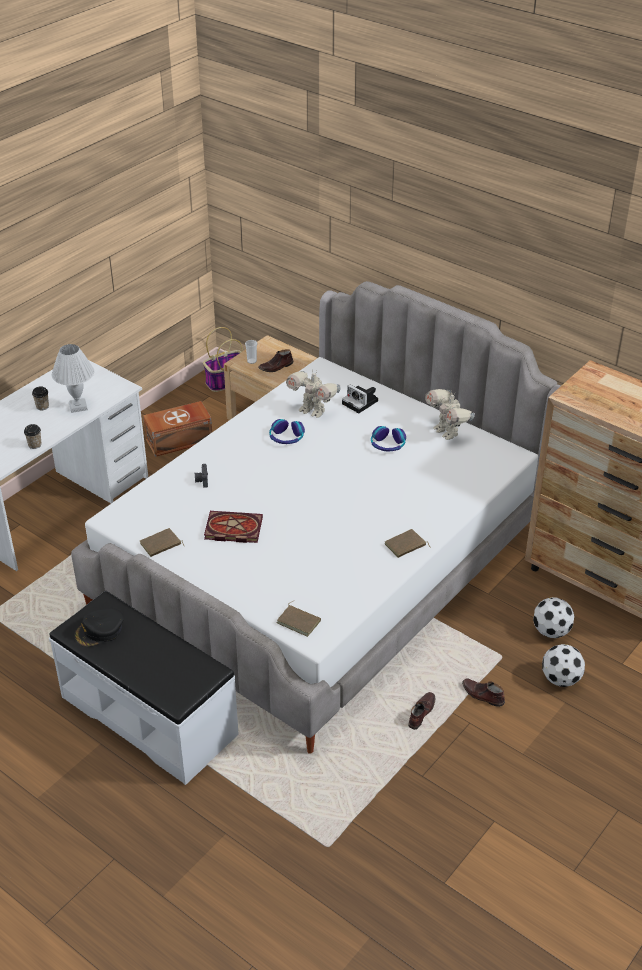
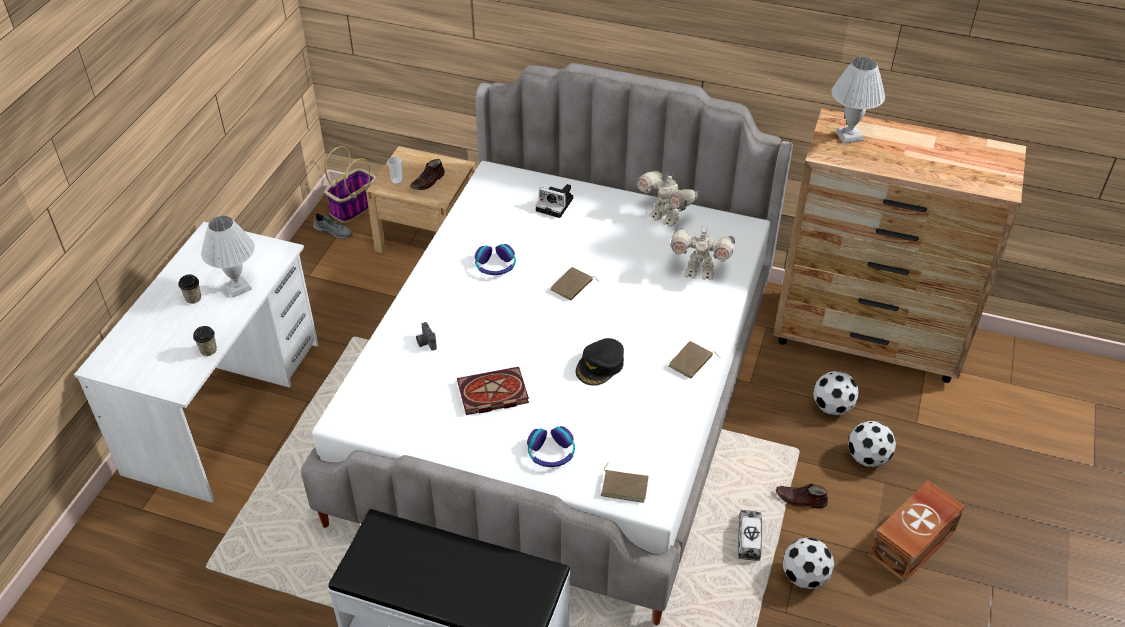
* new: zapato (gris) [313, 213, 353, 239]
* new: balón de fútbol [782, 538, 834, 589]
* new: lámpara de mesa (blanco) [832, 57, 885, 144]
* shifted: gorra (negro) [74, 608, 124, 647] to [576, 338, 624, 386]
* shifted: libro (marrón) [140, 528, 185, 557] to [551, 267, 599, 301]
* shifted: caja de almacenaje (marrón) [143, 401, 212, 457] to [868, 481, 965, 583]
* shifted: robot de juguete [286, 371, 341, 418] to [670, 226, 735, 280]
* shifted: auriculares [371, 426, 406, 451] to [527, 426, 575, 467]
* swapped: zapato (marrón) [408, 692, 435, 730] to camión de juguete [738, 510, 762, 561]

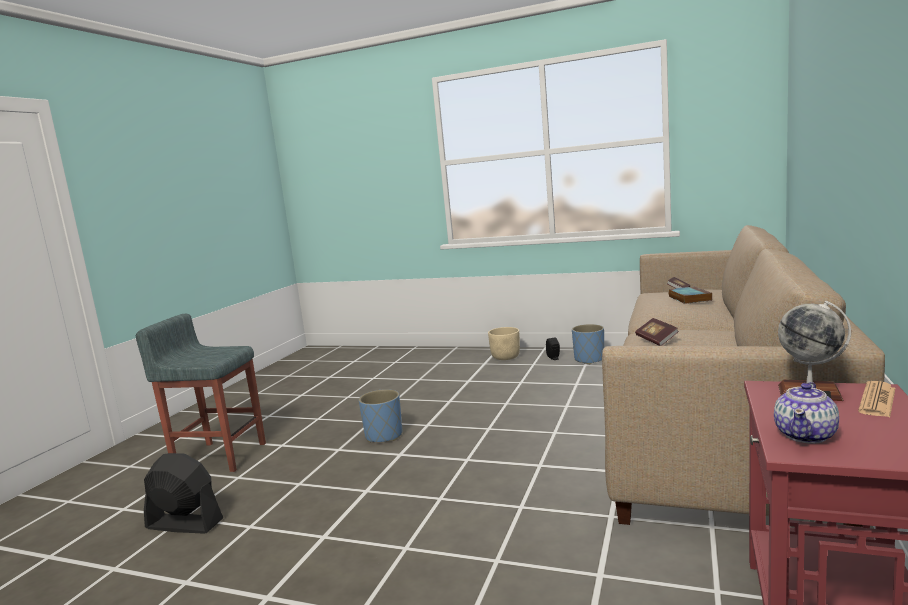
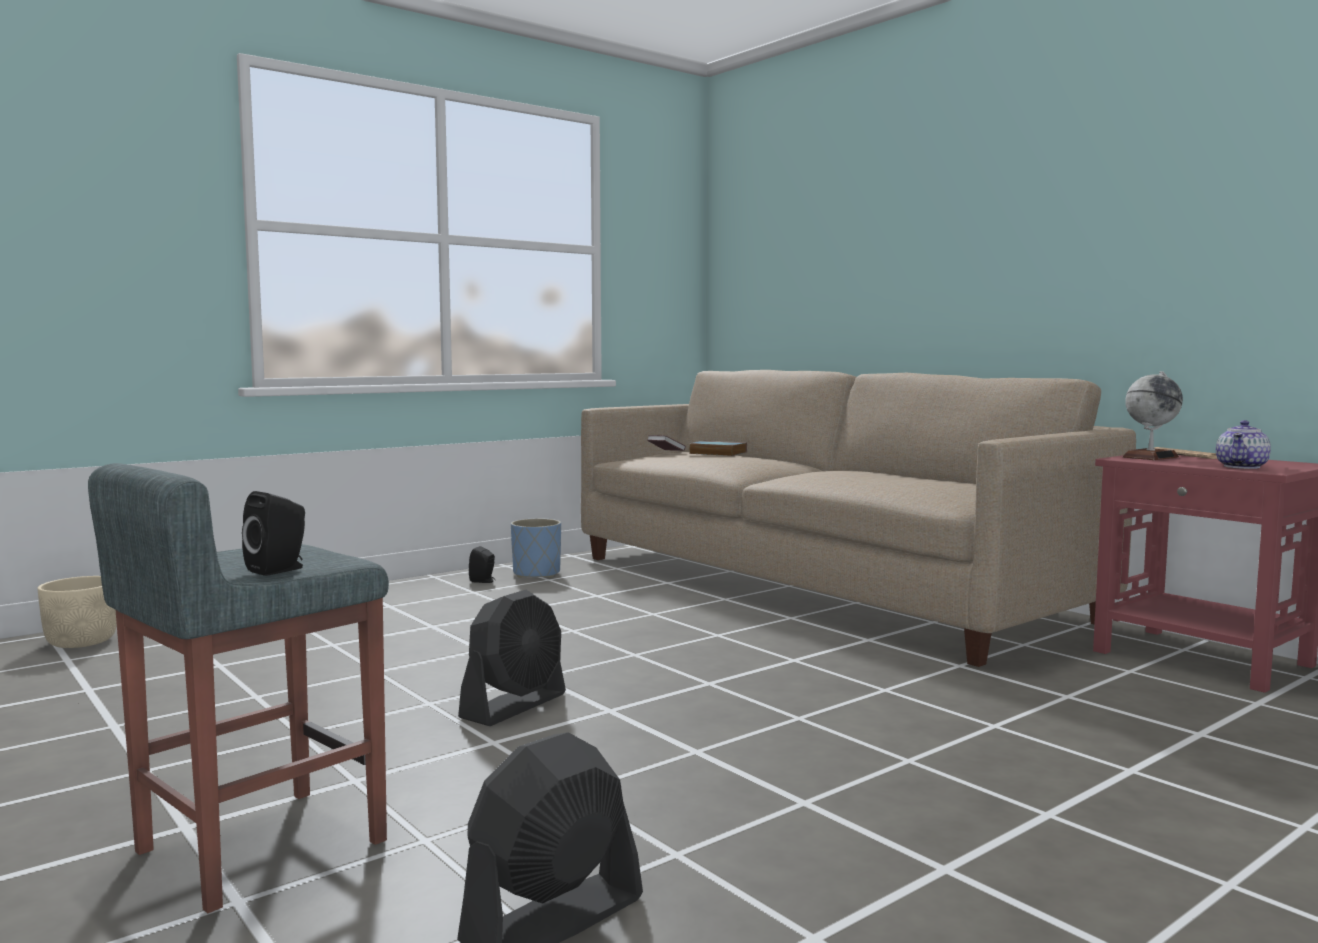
* gone: libro [635, 318, 679, 346]
* new: altavoz (negro) [242, 491, 305, 576]
* shifted: maceta (beis) [488, 327, 520, 360] to [37, 576, 117, 648]
* swapped: maceta (azul) [359, 389, 402, 443] to ventilador (negro) [458, 590, 566, 726]
* rotated: tetera [774, 382, 839, 444] = [1216, 420, 1271, 469] 60 degrees clockwise

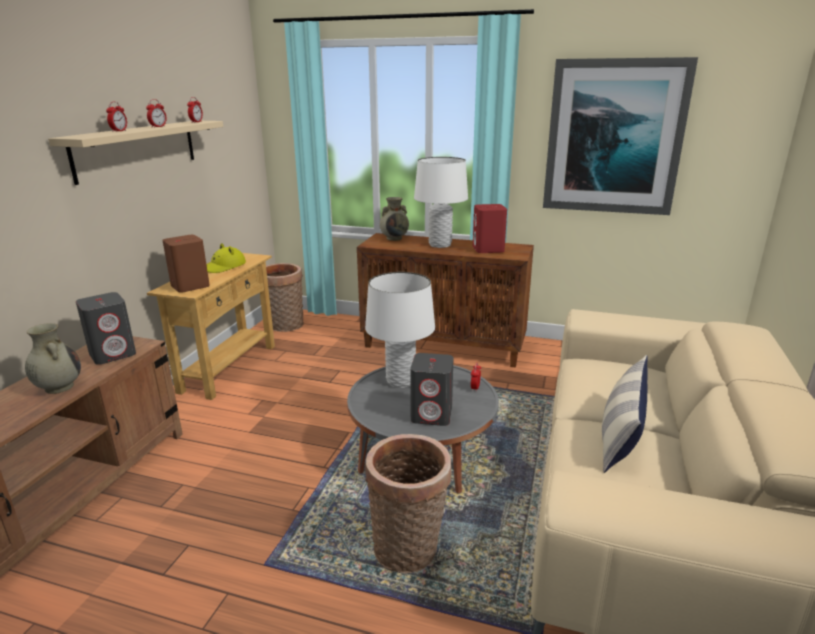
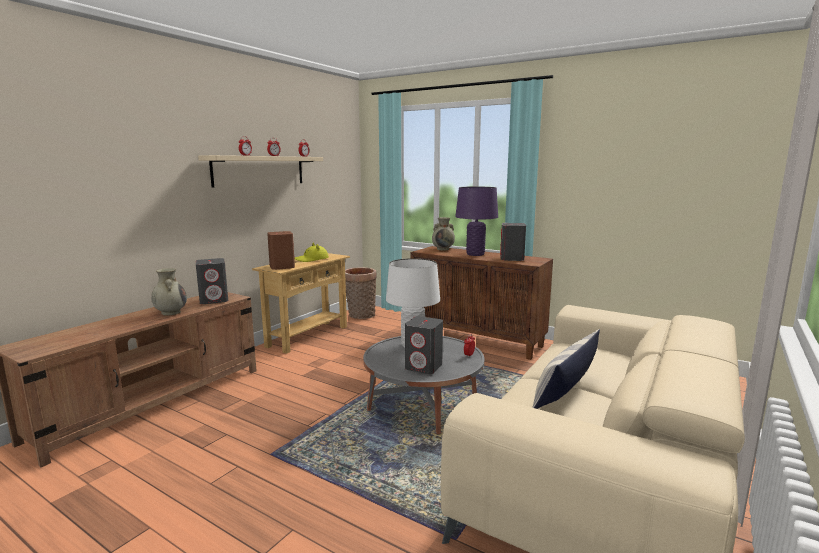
* gone: cesta [365, 434, 451, 573]
* gone: cuadro [543, 57, 698, 215]
* repainted: lámpara de mesa (blanco) [414, 157, 468, 248] to lámpara de mesa (morado) [455, 187, 498, 256]
* repainted: altavoz (rojo) [473, 204, 507, 253] to altavoz (gris) [500, 223, 526, 261]

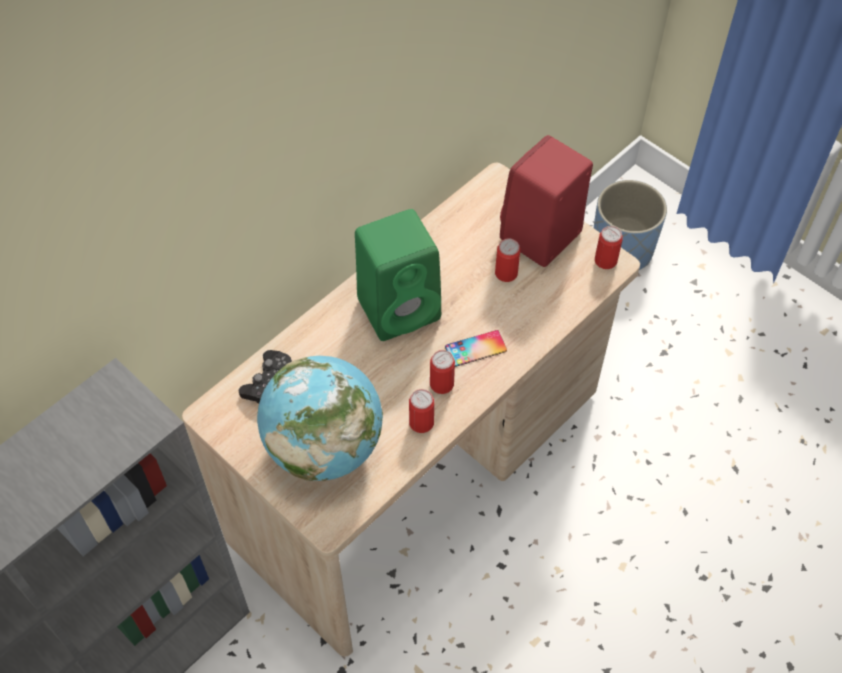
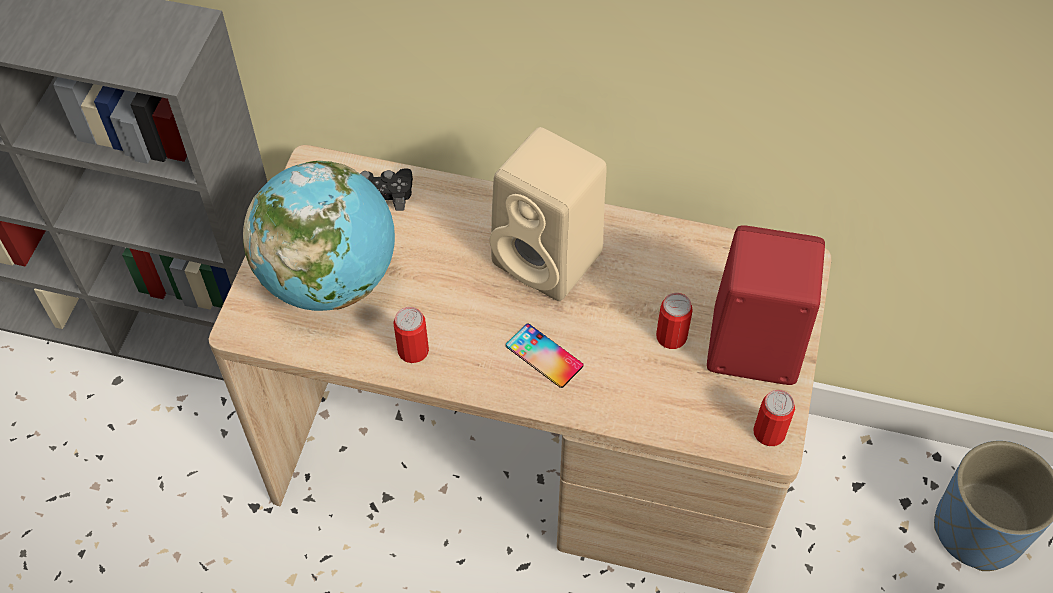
* gone: lata [430, 350, 455, 394]
* repainted: altavoz (verde) [355, 209, 441, 341] to altavoz (beis) [490, 127, 607, 301]

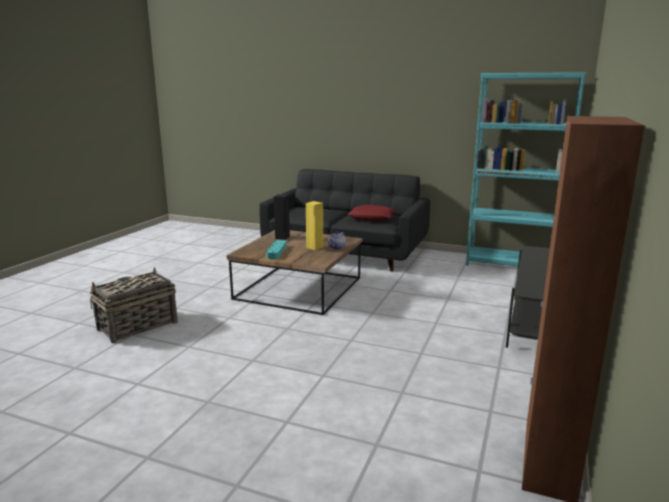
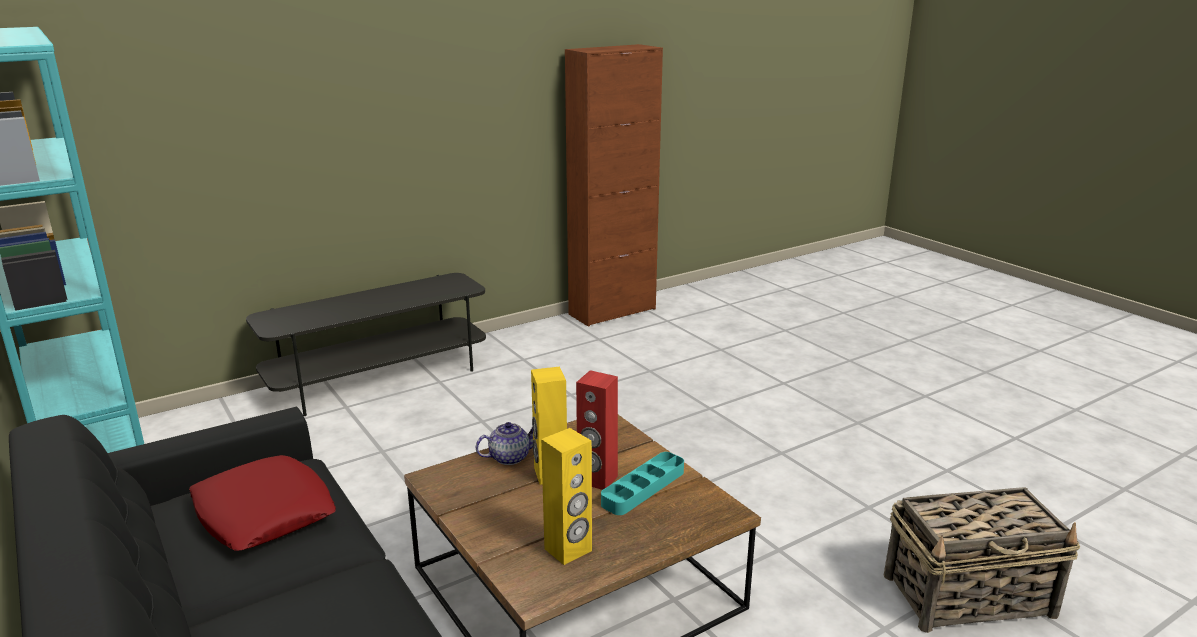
* new: altavoz (rojo) [576, 370, 618, 490]
* repainted: altavoz (negro) [274, 194, 290, 240] to altavoz (amarillo) [541, 428, 592, 565]

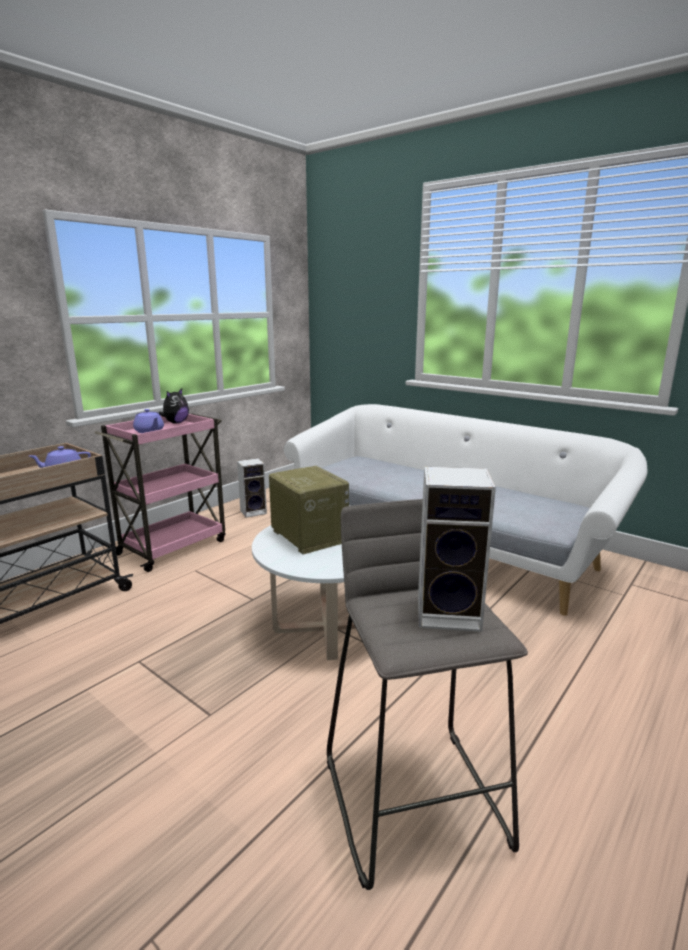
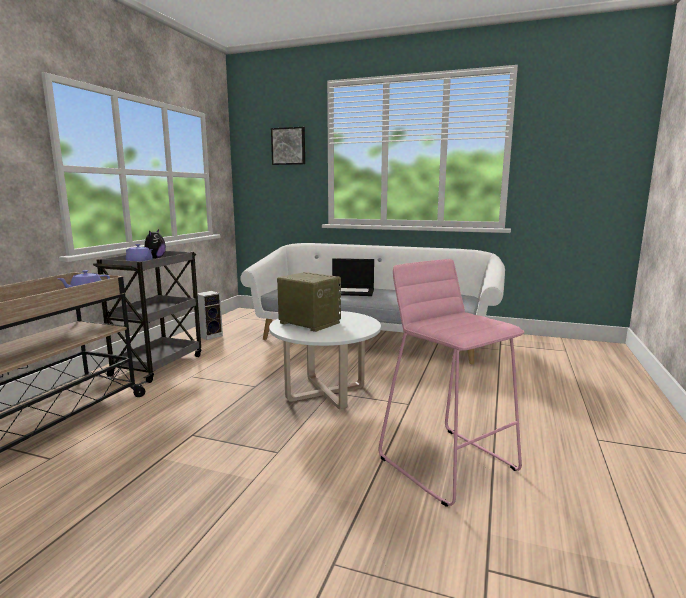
* gone: altavoz [418, 466, 496, 632]
* new: cuadro [271, 127, 305, 165]
* new: portátil [332, 258, 374, 296]
* repainted: carrito (rosa) [95, 413, 225, 572] to carrito (gris) [93, 251, 201, 383]
* repainted: taburete (gris) [327, 499, 528, 890] to taburete (rosa) [379, 259, 525, 507]

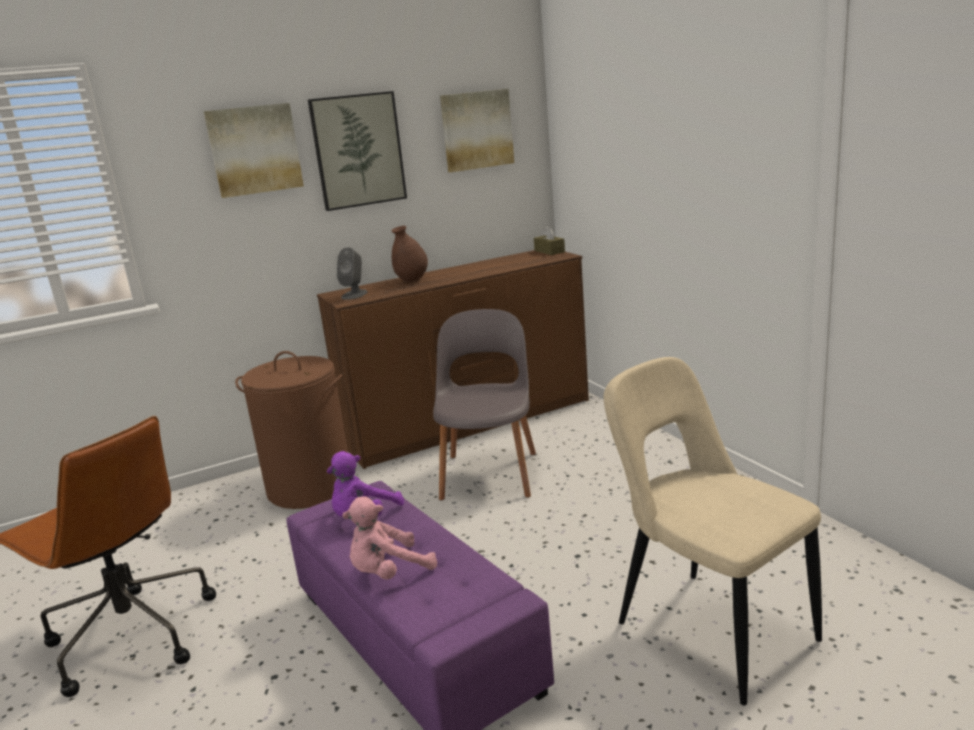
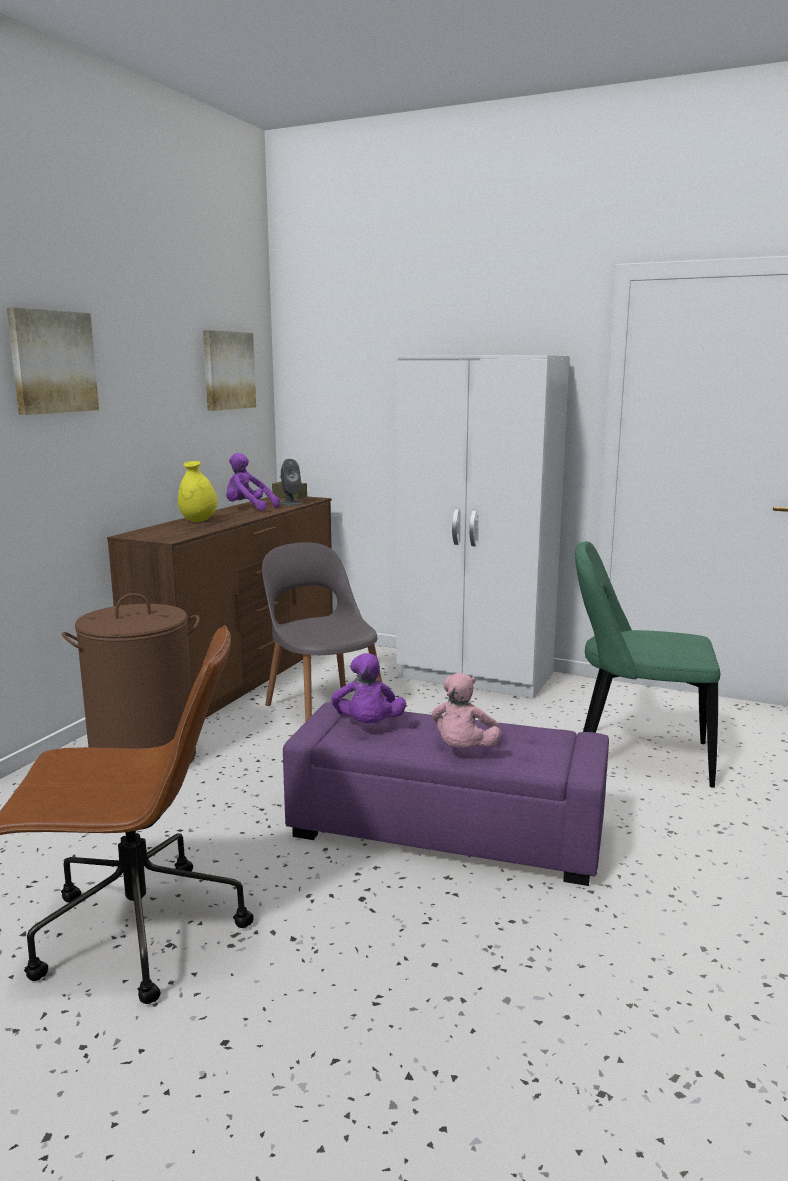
* gone: cuadro [308, 91, 407, 211]
* new: peluche (morado) [226, 453, 280, 511]
* new: armario ropero (blanco) [396, 355, 569, 699]
* shifted: altavoz (gris) [337, 247, 368, 300] to [280, 459, 302, 506]
* repainted: florero (marrón) [391, 226, 428, 282] to florero (amarillo) [178, 461, 218, 522]
* repainted: silla (beis) [604, 357, 822, 705] to silla (verde) [575, 541, 720, 788]

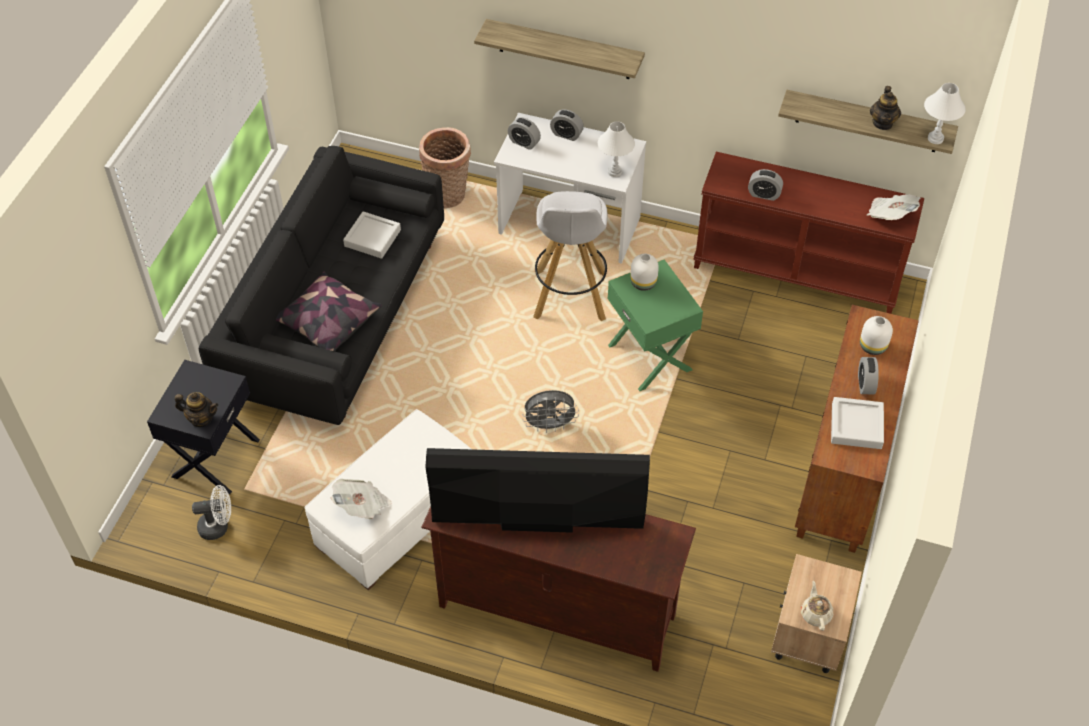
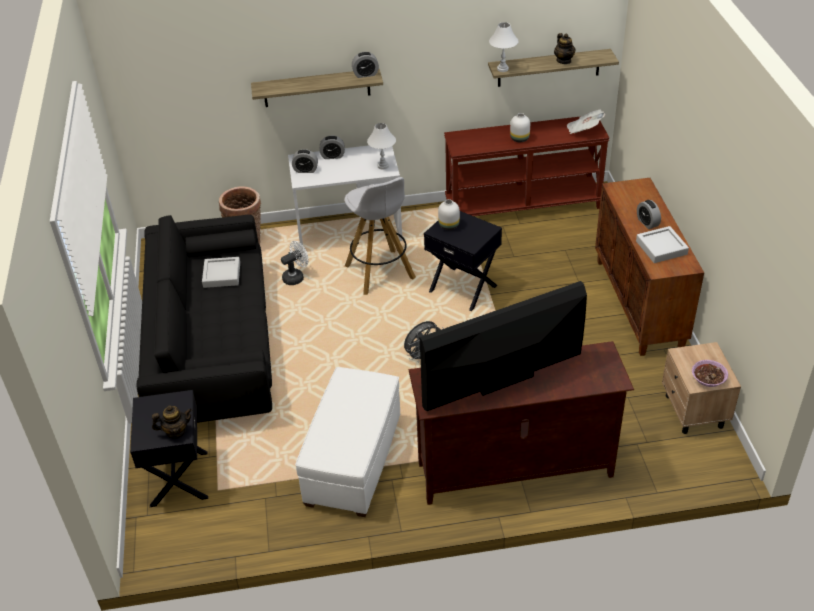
* gone: cojín [276, 272, 382, 351]
* gone: periódico [330, 479, 392, 519]
* shifted: ventilador (blanco) [192, 485, 231, 540] to [281, 241, 308, 285]
* shifted: despertador [748, 169, 783, 201] to [352, 52, 379, 78]
* shifted: florero (blanco) [860, 316, 893, 355] to [510, 113, 530, 142]
* shifted: lámpara de mesa (blanco) [924, 83, 966, 144] to [489, 22, 519, 72]
* swapped: tetera (beis) [801, 581, 833, 631] to cuenco [692, 360, 728, 387]
* repainted: mesa auxiliar (verde) [608, 260, 703, 391] to mesa auxiliar (negro) [424, 211, 502, 311]

